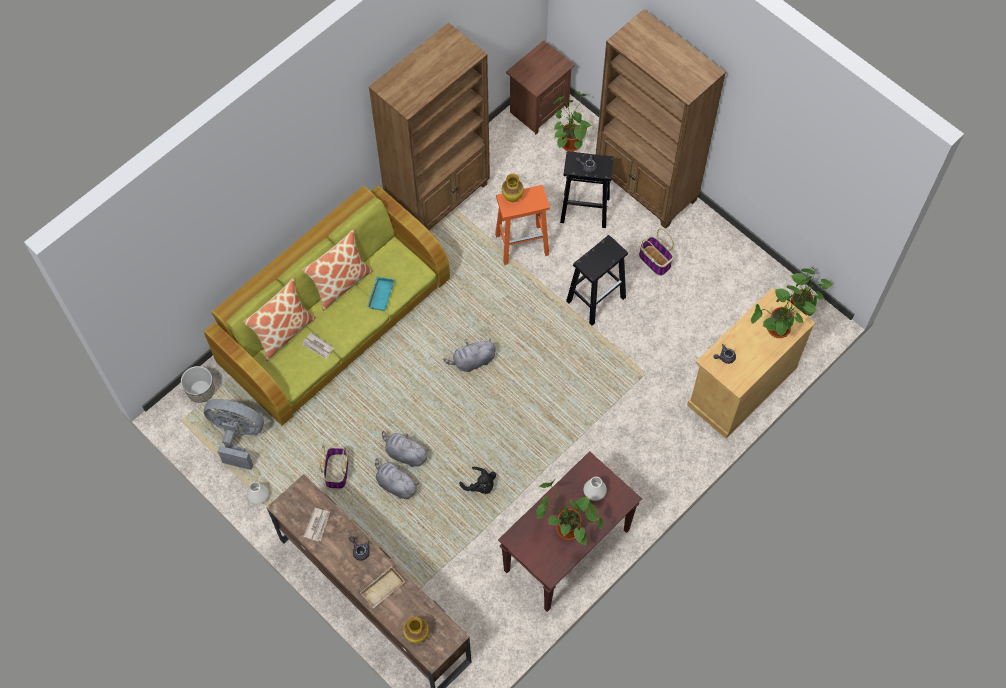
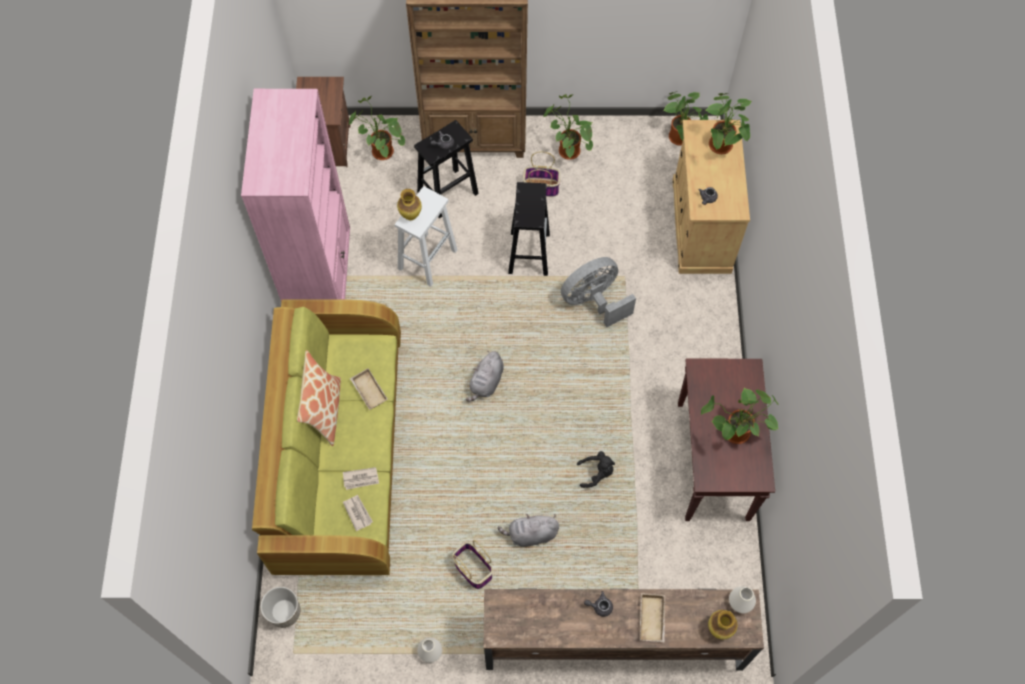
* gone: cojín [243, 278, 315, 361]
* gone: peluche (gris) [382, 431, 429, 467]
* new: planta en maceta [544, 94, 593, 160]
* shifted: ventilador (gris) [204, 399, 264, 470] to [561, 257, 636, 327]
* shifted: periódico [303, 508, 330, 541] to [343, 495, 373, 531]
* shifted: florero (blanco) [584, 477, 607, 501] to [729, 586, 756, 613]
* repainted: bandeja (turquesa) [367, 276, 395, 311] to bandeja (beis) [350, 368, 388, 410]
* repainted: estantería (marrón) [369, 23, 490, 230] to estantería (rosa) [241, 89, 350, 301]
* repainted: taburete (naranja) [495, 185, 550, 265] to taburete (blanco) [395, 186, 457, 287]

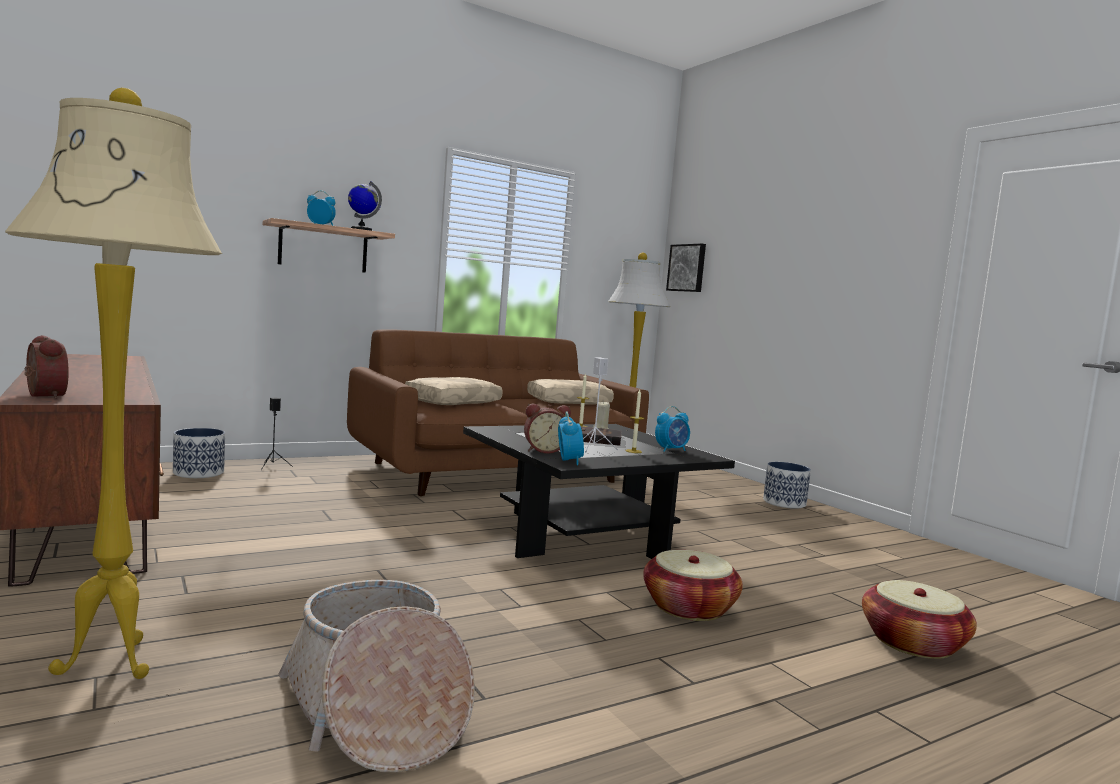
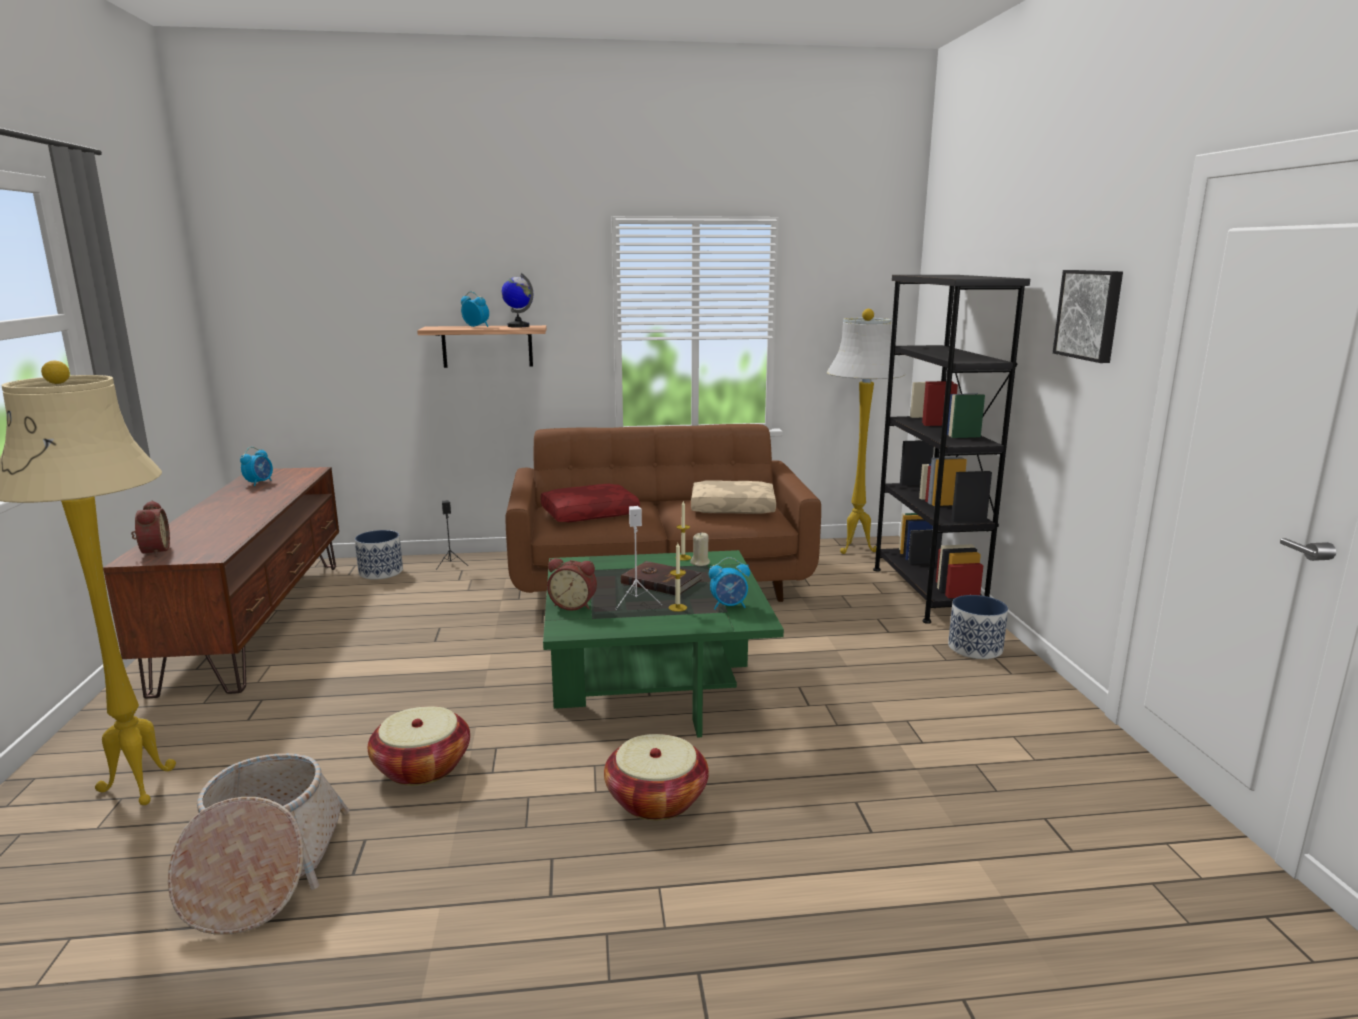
* new: estantería (negro) [873, 275, 1030, 624]
* shifted: despertador [558, 411, 584, 465] to [240, 447, 273, 486]
* shifted: cuadro [666, 243, 706, 292] to [1053, 270, 1123, 363]
* shifted: cesta [862, 580, 977, 659] to [368, 706, 470, 786]
* repainted: cojín (beis) [405, 377, 503, 405] to cojín (rojo) [540, 484, 640, 522]
* repainted: mesa de centro (negro) [463, 424, 735, 559] to mesa de centro (verde) [543, 550, 784, 738]

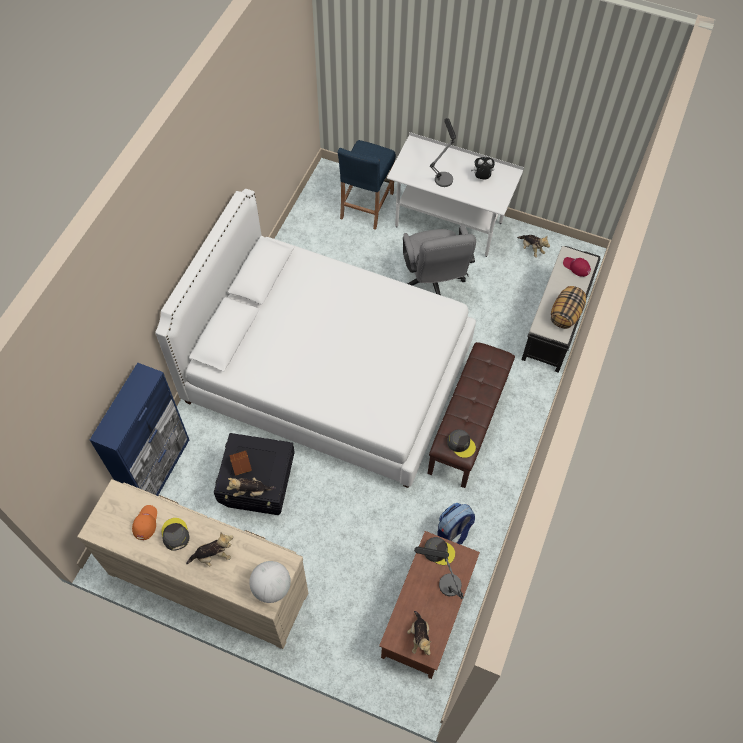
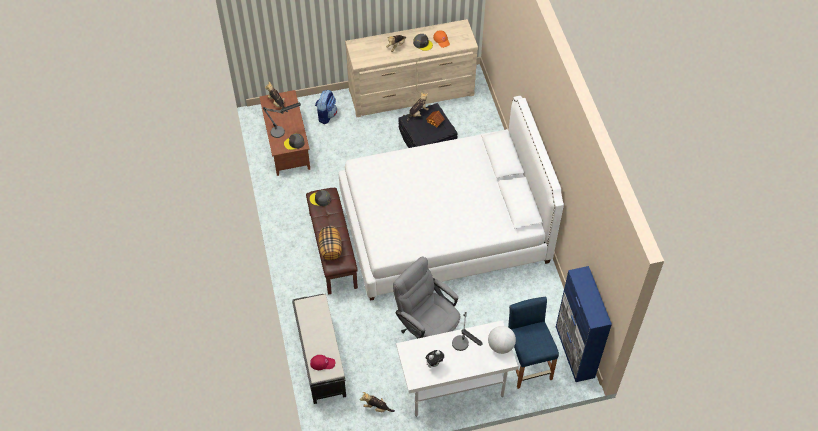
* shifted: armario (azul) [90, 363, 189, 496] to [556, 266, 612, 382]
* shifted: globo terráqueo [249, 561, 291, 603] to [488, 326, 516, 354]
* shifted: mochila [437, 503, 475, 544] to [315, 90, 337, 124]
* shifted: cojín [551, 286, 586, 329] to [319, 226, 342, 261]

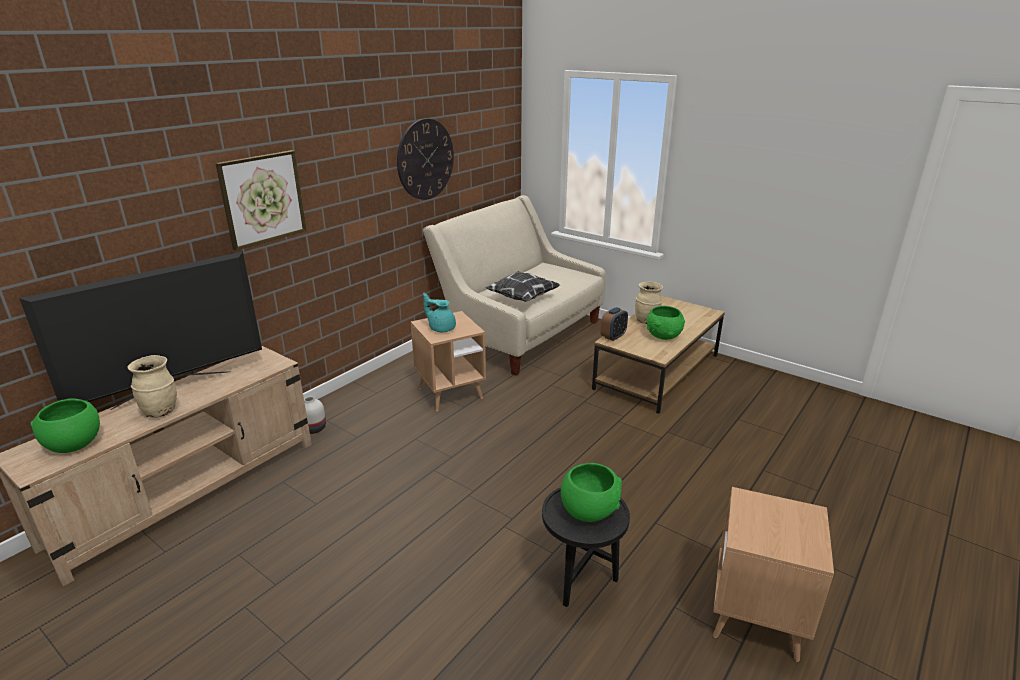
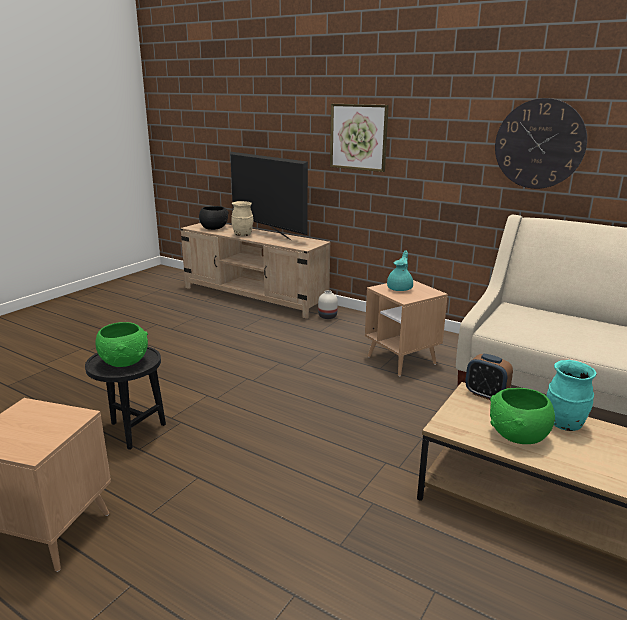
* gone: cojín [485, 271, 560, 302]
* repainted: cuenco (verde) [31, 398, 100, 453] to cuenco (negro) [199, 206, 229, 230]
* repainted: florero (beis) [635, 282, 663, 324] to florero (turquesa) [547, 360, 597, 431]

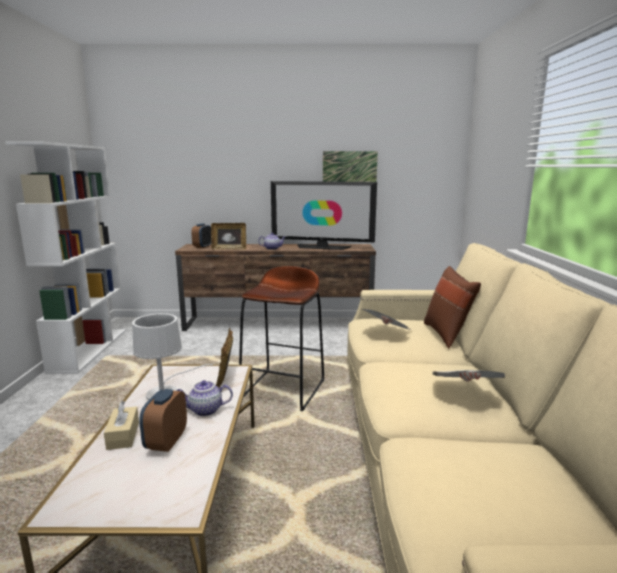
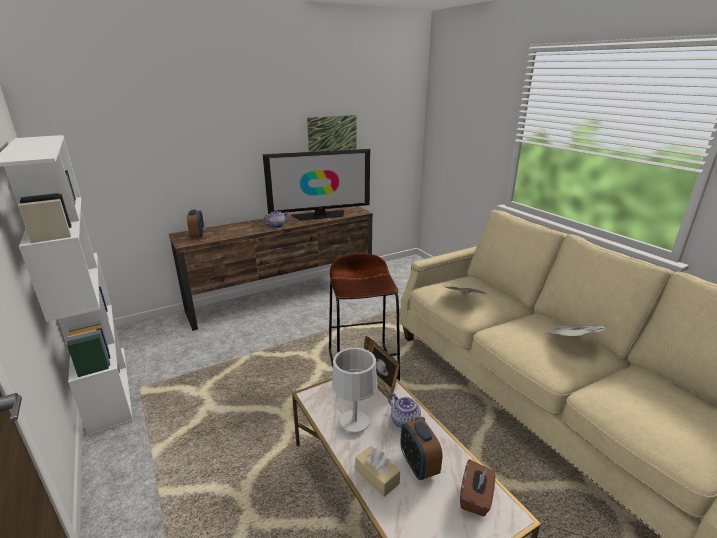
* gone: portarretratos [211, 223, 246, 250]
* gone: cojín (marrón) [424, 266, 481, 348]
* new: caja de pañuelos (marrón) [460, 459, 495, 516]
* rotated: tetera [177, 380, 233, 416] = [388, 393, 425, 428] 90 degrees counterclockwise

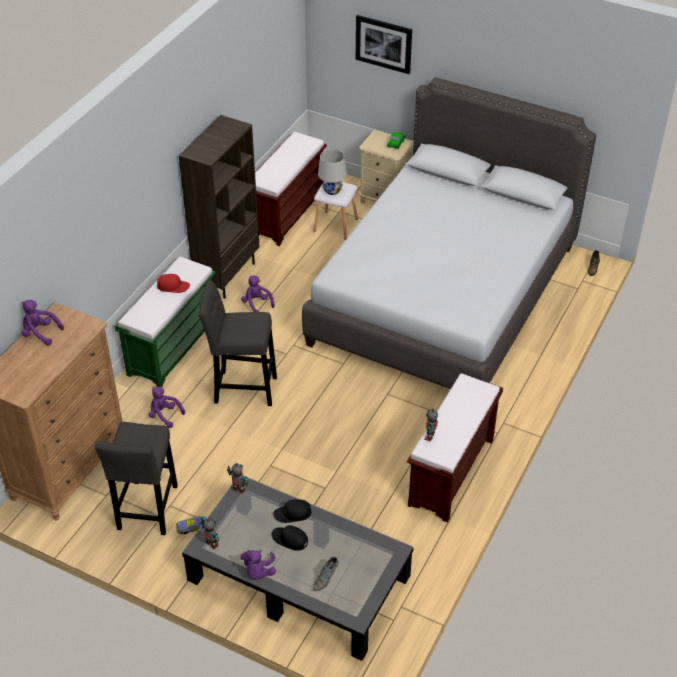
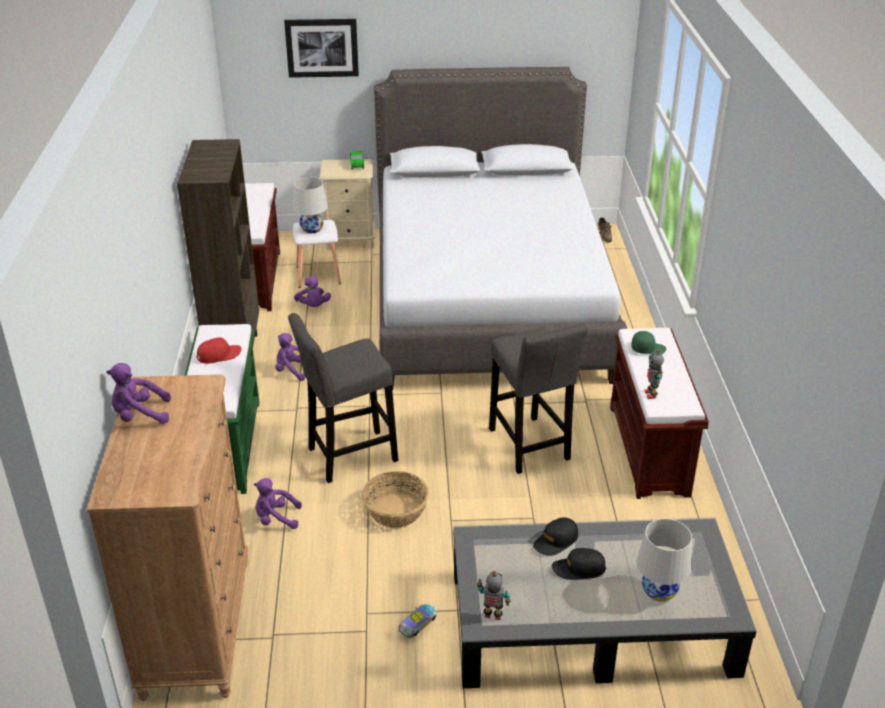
* gone: robot de juguete [227, 463, 248, 494]
* new: cesta [362, 471, 429, 528]
* new: gorra (verde) [631, 331, 666, 355]
* shifted: taburete (gris) [95, 422, 178, 535] to [489, 323, 588, 474]
* shifted: peluche (morado) [241, 550, 276, 580] to [294, 276, 331, 307]
* swapped: zapato (gris) [313, 557, 338, 591] to lámpara de mesa (blanco) [636, 519, 692, 602]

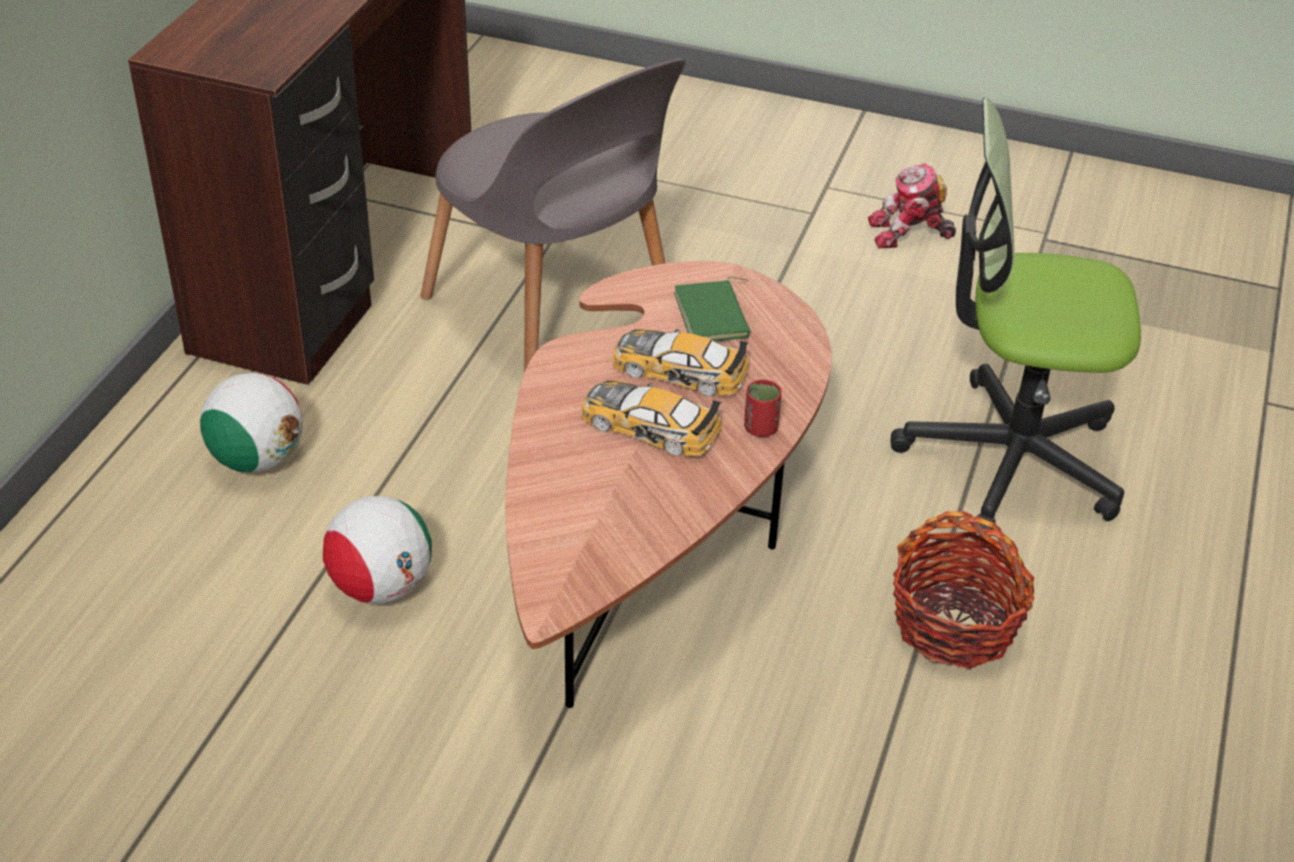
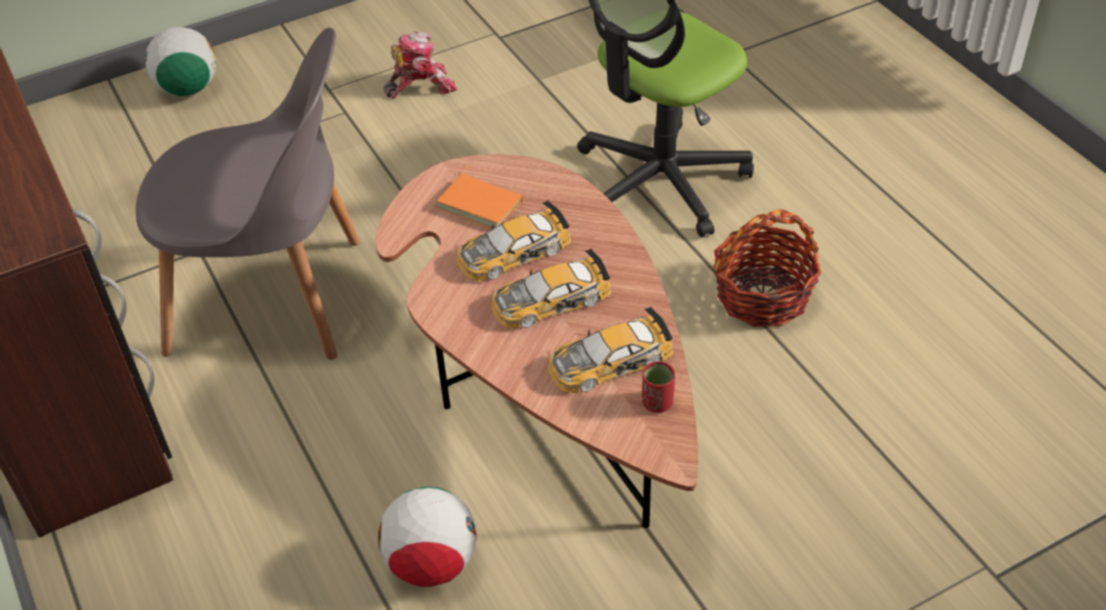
* new: coche de juguete [548, 307, 673, 394]
* shifted: balón de fútbol [200, 373, 302, 473] to [145, 27, 216, 96]
* shifted: taza (rojo) [744, 380, 782, 437] to [642, 361, 675, 413]
* repainted: libro (verde) [674, 277, 751, 341] to libro (naranja) [436, 165, 523, 229]
* rotated: robot de juguete [868, 163, 956, 248] = [384, 31, 457, 99] 150 degrees counterclockwise

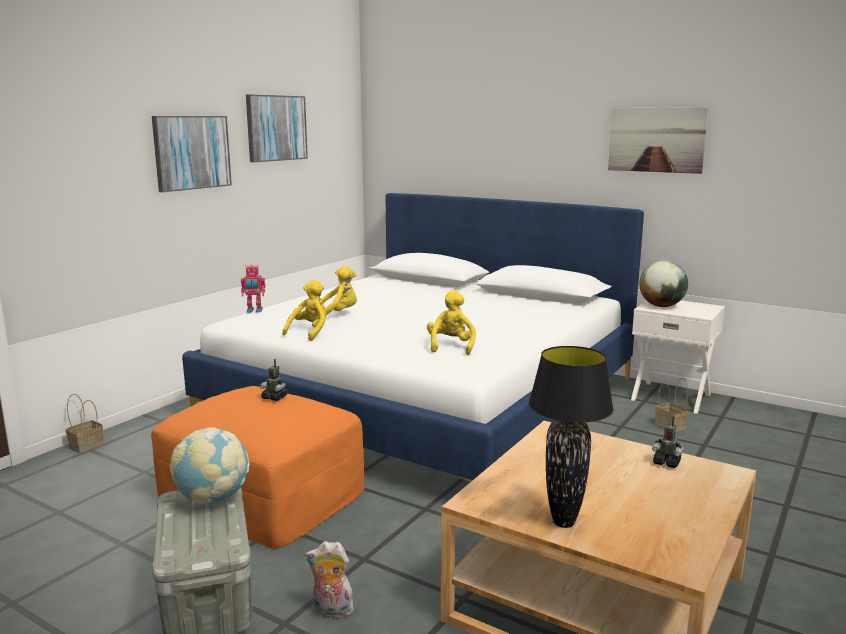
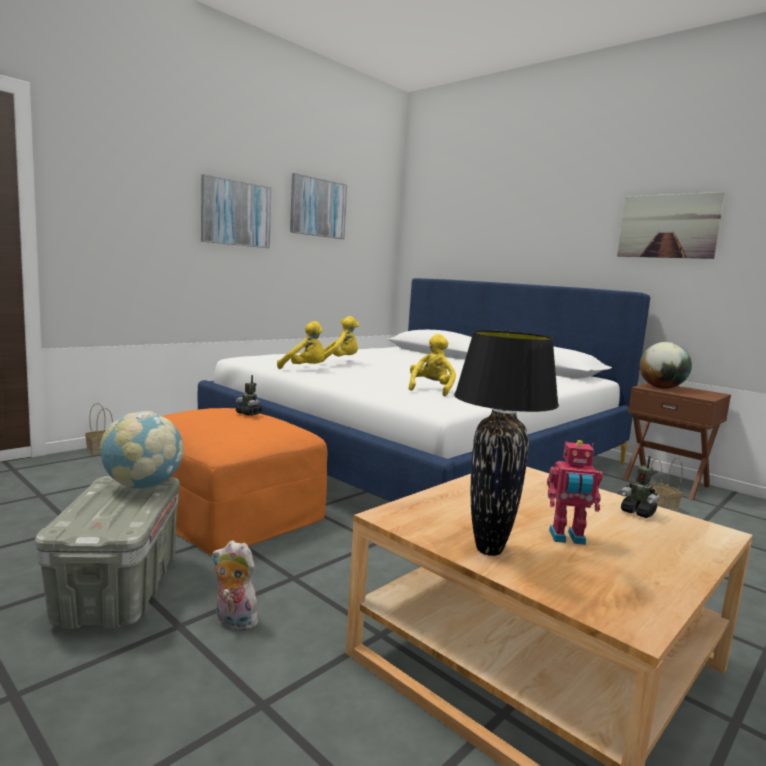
* shifted: robot de juguete [241, 264, 265, 313] to [547, 440, 603, 545]
* repainted: mesita de noche (blanco) [631, 300, 725, 414] to mesita de noche (marrón) [622, 383, 731, 500]
* rotated: peluche (amarillo) [282, 280, 327, 341] = [277, 321, 325, 369] 75 degrees clockwise

